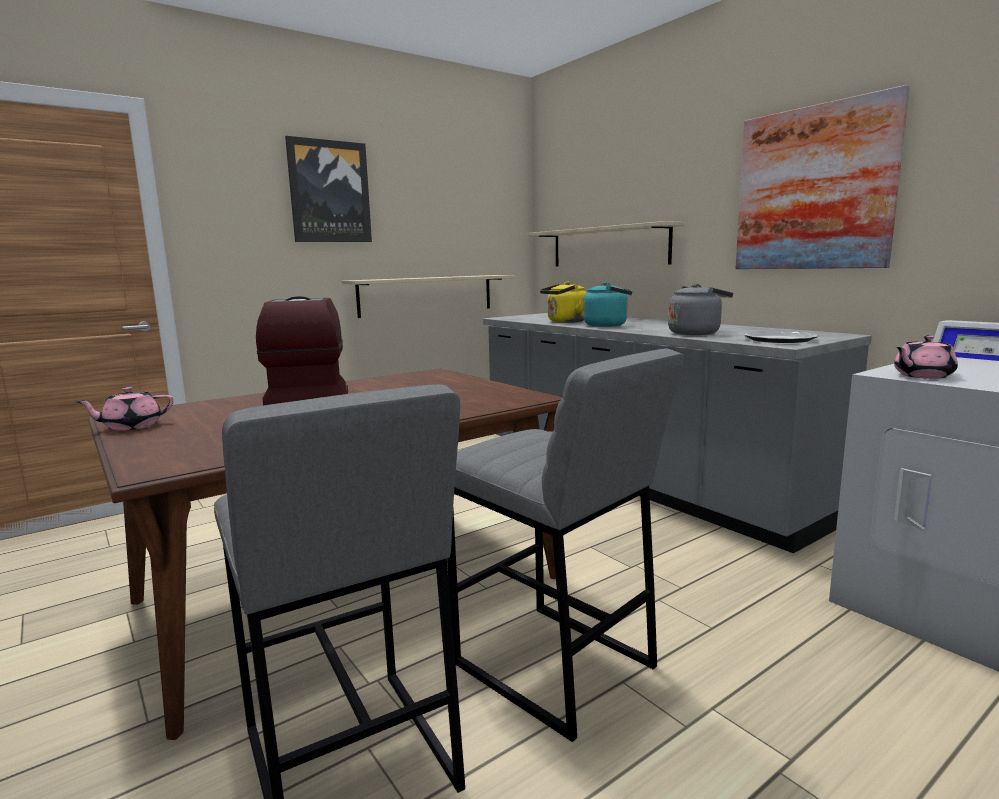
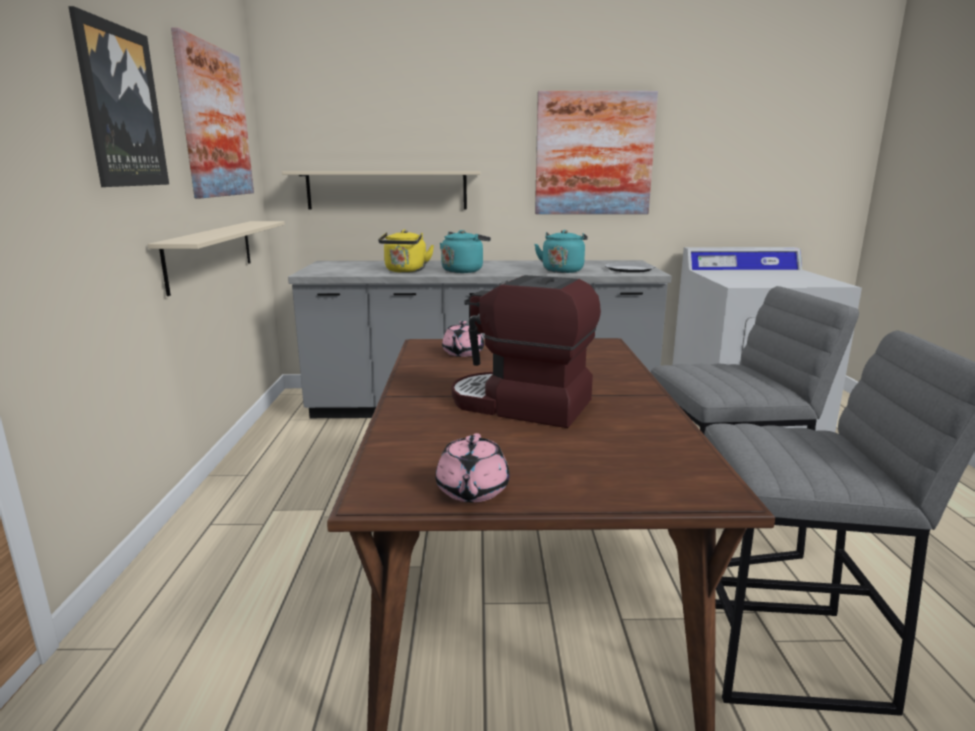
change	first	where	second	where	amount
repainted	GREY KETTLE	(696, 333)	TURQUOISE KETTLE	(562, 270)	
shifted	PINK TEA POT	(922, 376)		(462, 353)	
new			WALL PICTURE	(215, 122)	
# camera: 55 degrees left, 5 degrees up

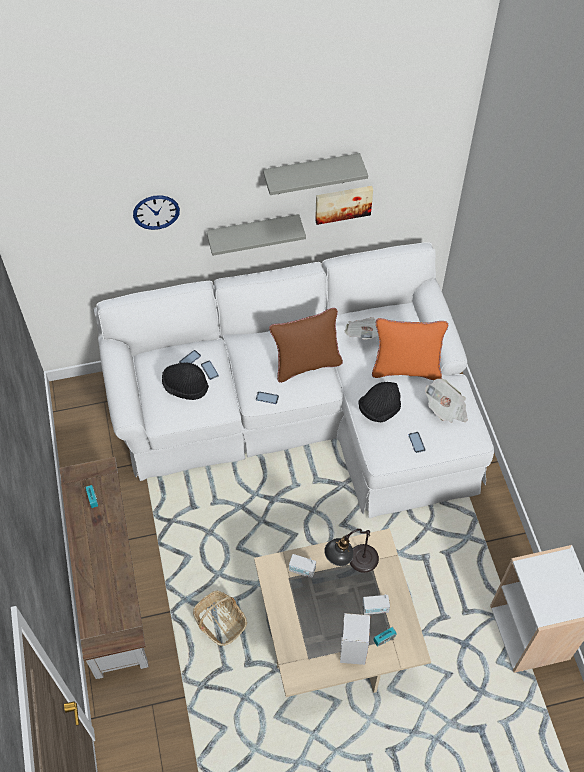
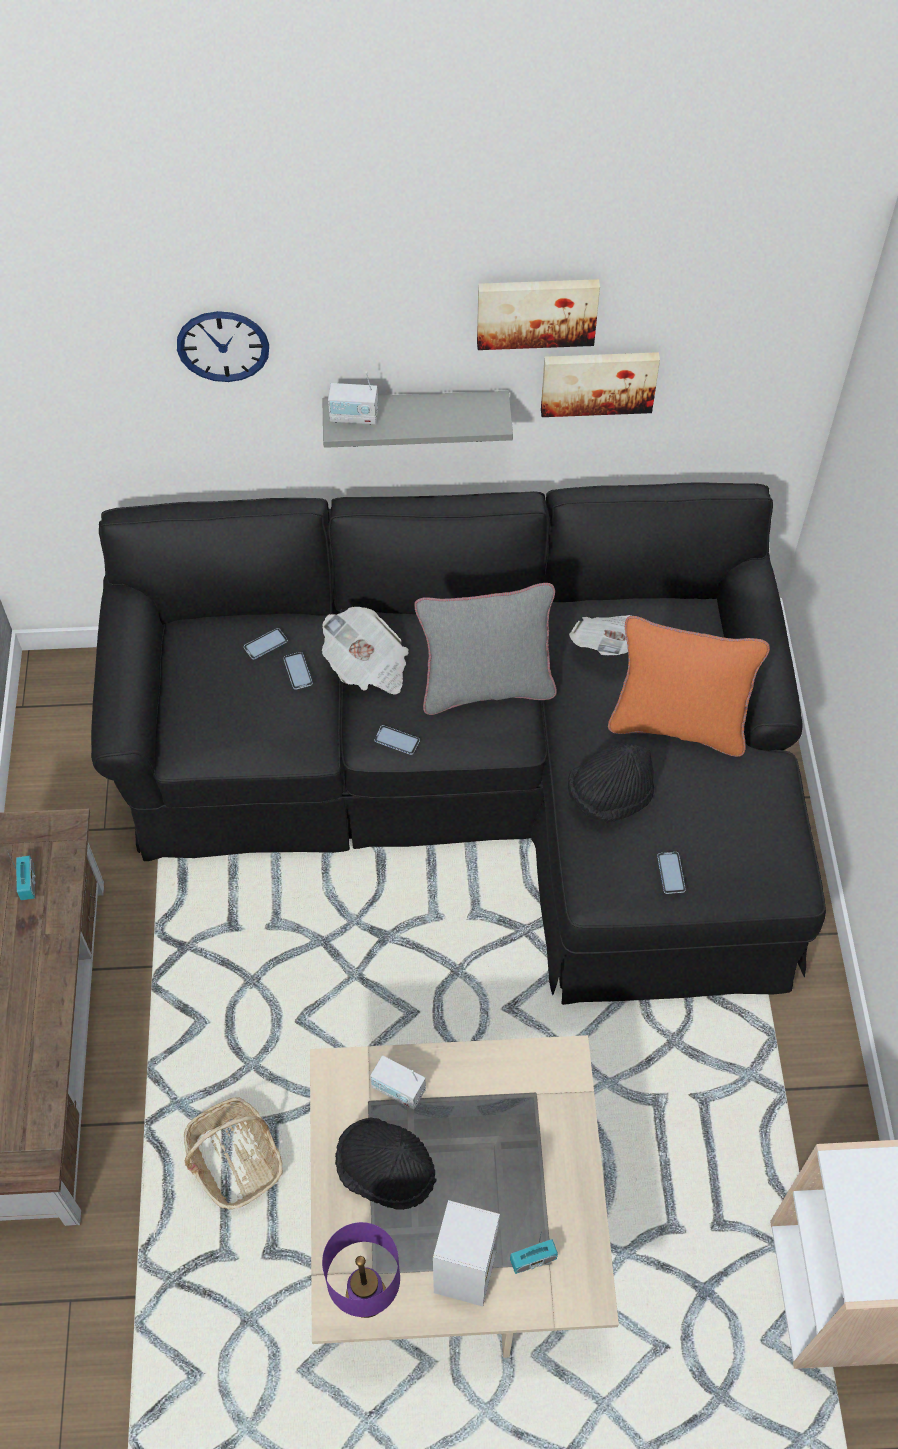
change	first	where	second	where	amount
repainted	WHITISH COUCH	(306, 409)	BLACKISH COUCH	(485, 774)	
shifted	BLACKISH HAT	(185, 386)		(386, 1170)	
swapped	GREY SHELF	(311, 174)	WALL PICTURE	(536, 311)	
repainted	BROWN-COLOURED CUSHION	(306, 364)	GREY CUSHION	(486, 688)	
gone	GREY TABLE LAMP	(351, 564)			
shifted	RADIO	(375, 608)		(354, 417)	
shifted	NEWSPAPER	(446, 409)		(367, 666)	
new			PURPLE-COLOURED TABLE LAMP	(365, 1295)	
# camera: 10 degrees right, 0 degrees up

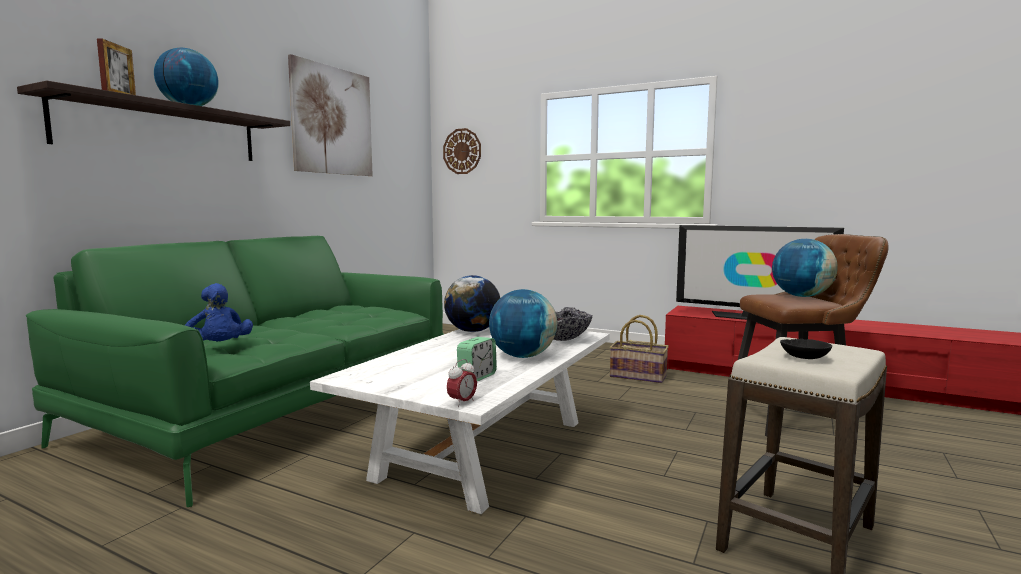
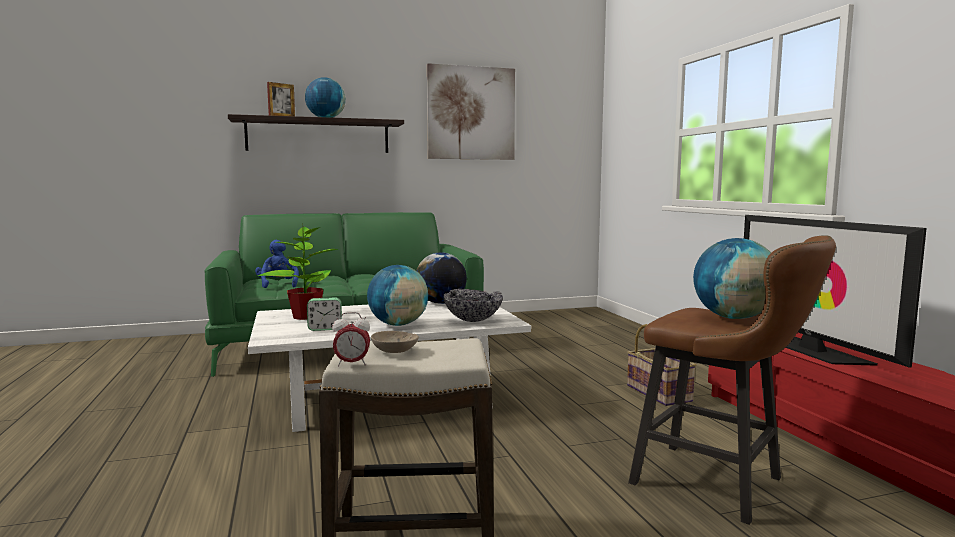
change	first	where	second	where	amount
rotated	BLUE-COLOURED PLUSH TOY	(220, 347)		(277, 285)	150 degrees clockwise
gone	CLOCK ON THE WALL	(462, 151)			
shifted	BEDSIDE CLOCK	(462, 402)		(352, 364)	
repainted	BLACKISH SERVING BOWL	(805, 357)	BEIGE SERVING BOWL	(393, 351)	
new			PLANT IN A POT	(305, 316)	
# camera: 45 degrees right, 0 degrees up

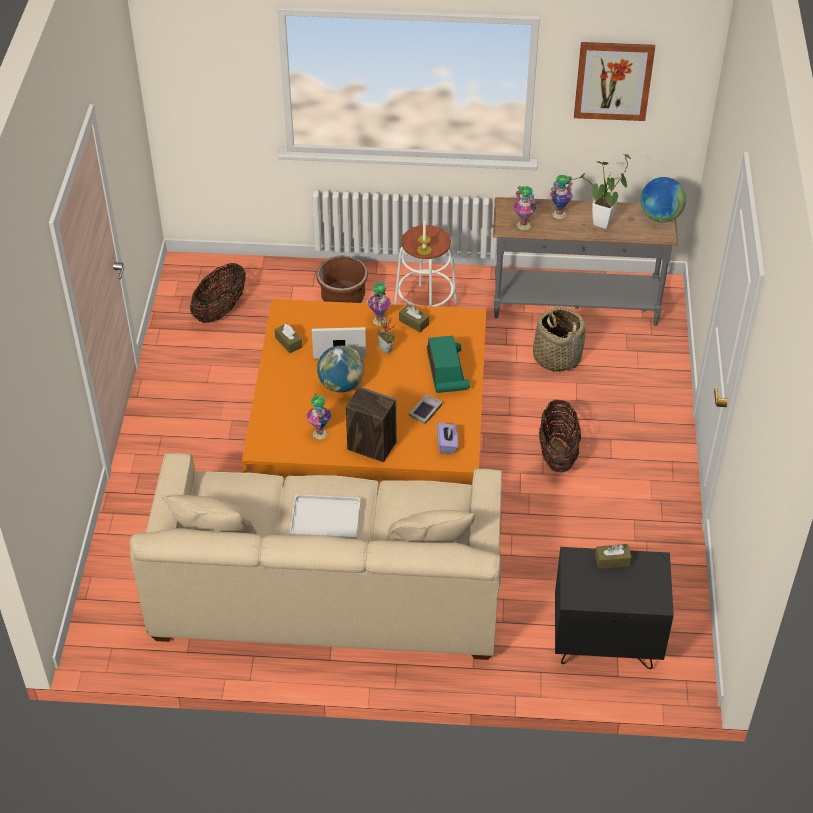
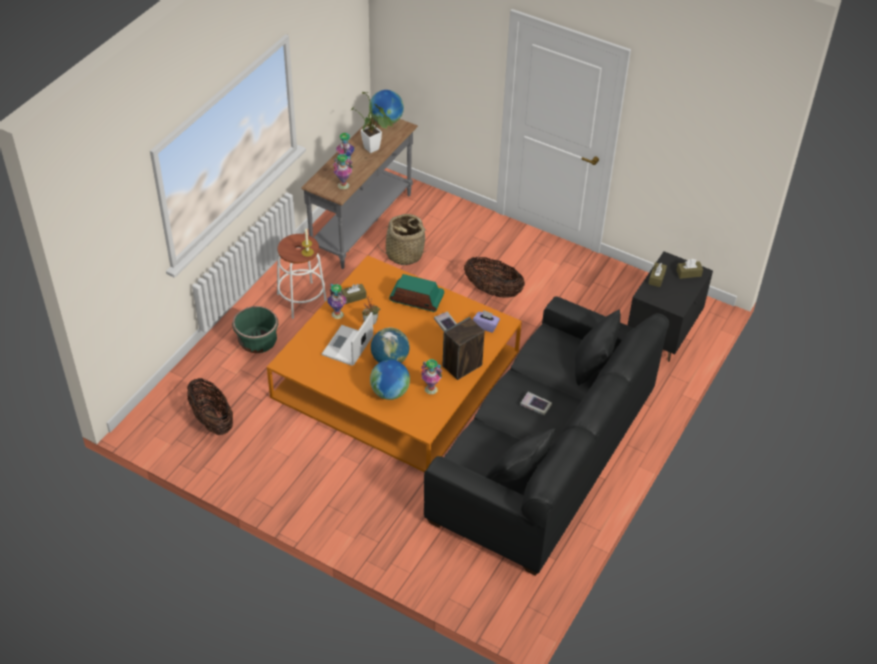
change	first	where	second	where	amount
repainted	BEIGE COUCH	(328, 588)	BLACKISH COUCH	(542, 457)	
shifted	BROWN-COLOURED TISSUE BOX	(288, 342)		(688, 273)	
swapped	WHITISH CARRYING TRAY	(327, 518)	BOUND BOOK	(535, 405)	
repainted	BROWN-COLOURED FLOWER POT	(343, 298)	GREENISH FLOWER POT	(257, 342)	
gone	WALL PICTURE	(613, 80)			
new			WORLD GLOBE	(390, 392)	
# camera: 65 degrees left, 0 degrees up

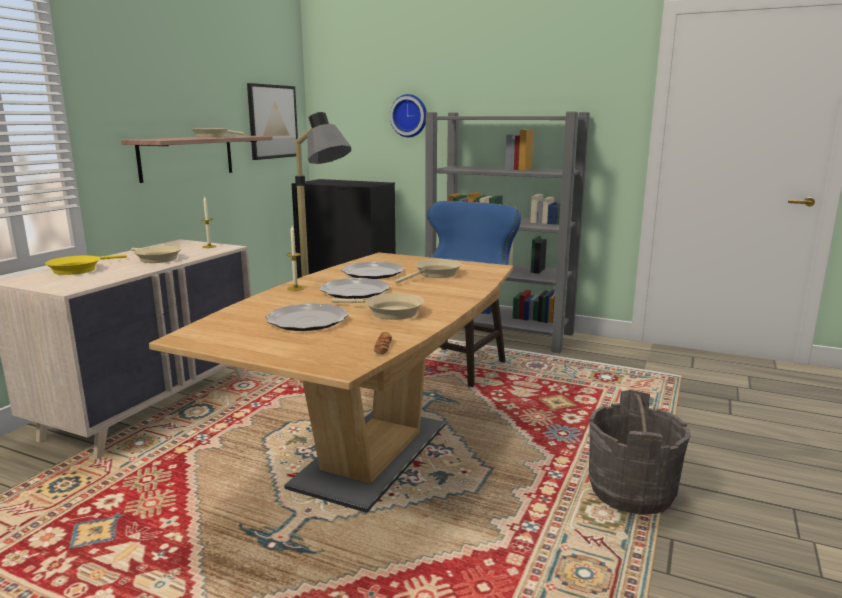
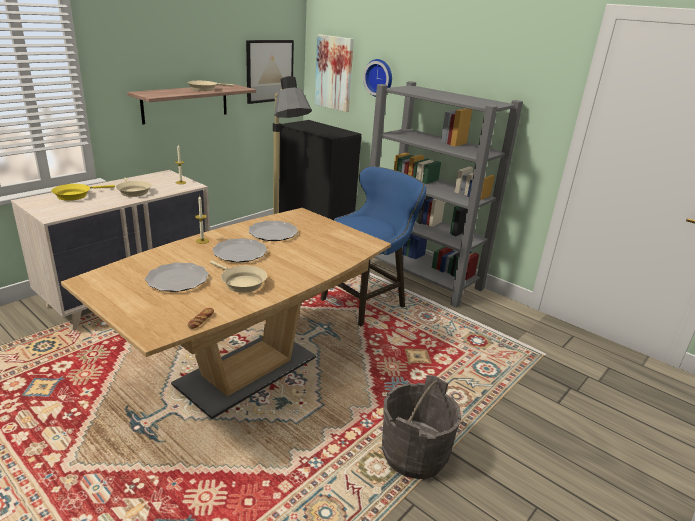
change	first	where	second	where	amount
gone	BEIGE SKILLET	(435, 274)			
new			WALL PICTURE	(334, 73)	
# camera: 15 degrees right, 10 degrees up

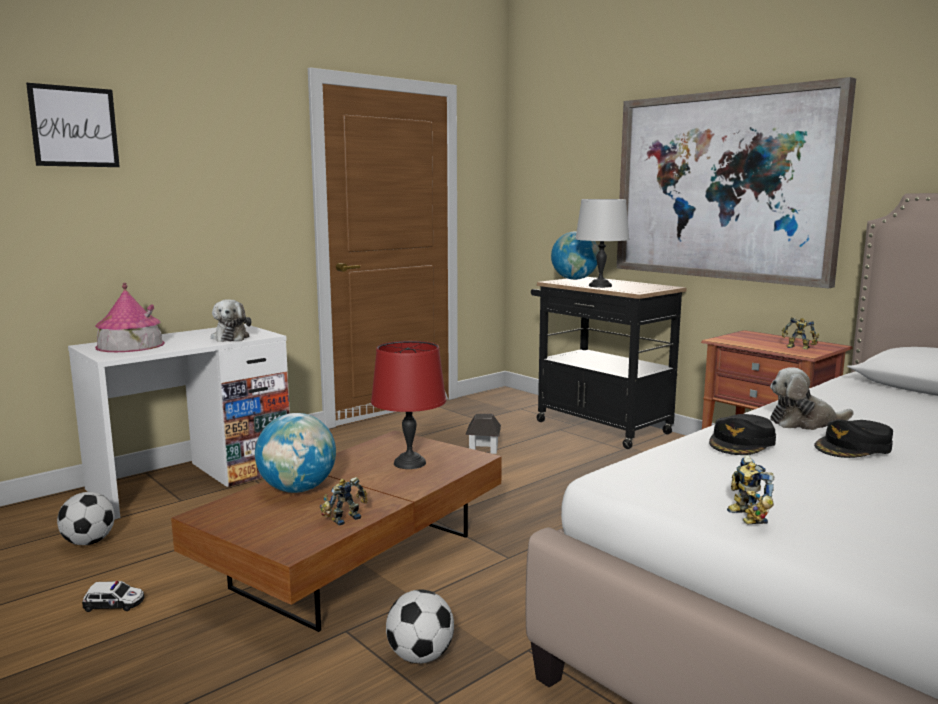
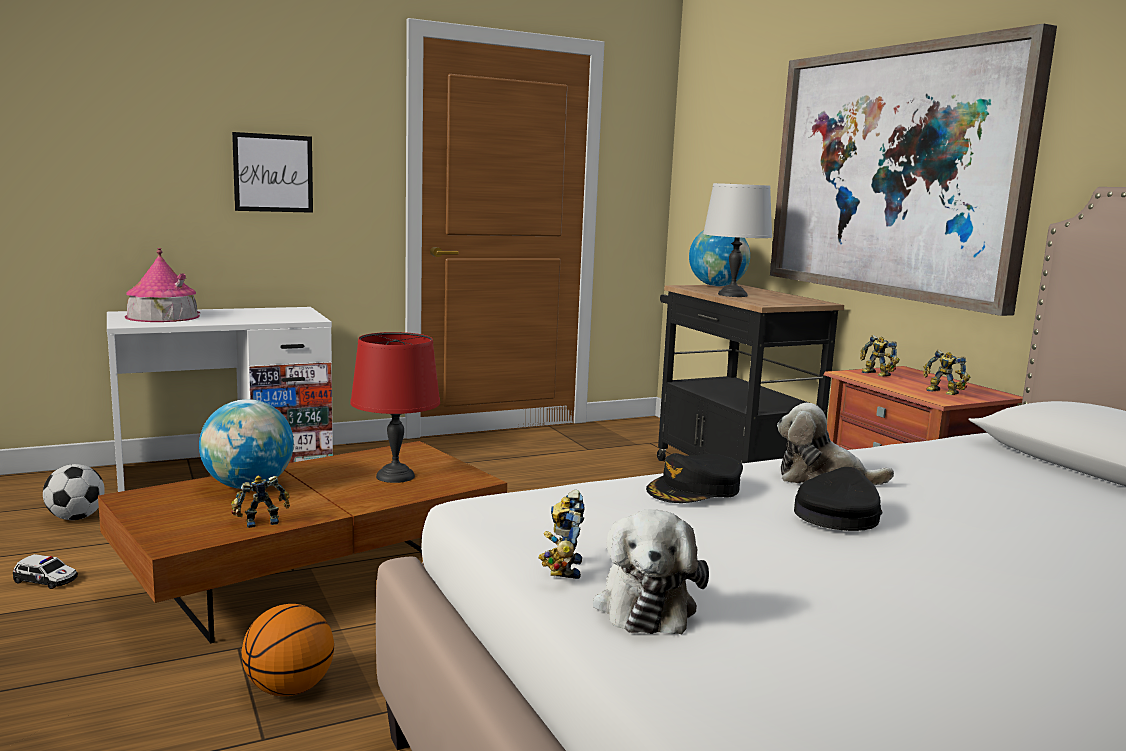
change	first	where	second	where	amount
shifted	WALL PICTURE	(74, 126)		(273, 173)	
shifted	PLUSH TOY	(231, 337)		(645, 605)	
swapped	FOOTBALL BALL	(420, 657)	BASKETBALL	(288, 689)	
gone	MINIATURE HOUSE	(483, 449)			
rotated	BLACKISH BASEBALL CAP	(854, 447)		(837, 514)	135 degrees clockwise
new			TOY ROBOT	(875, 374)	
# camera: 15 degrees right, 0 degrees up

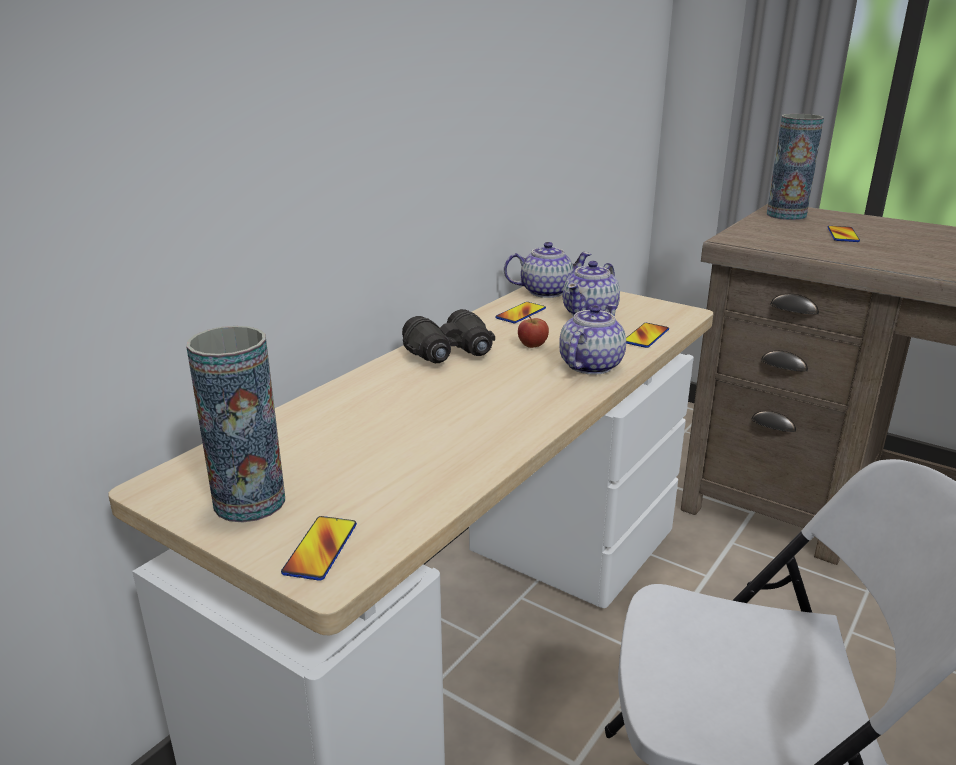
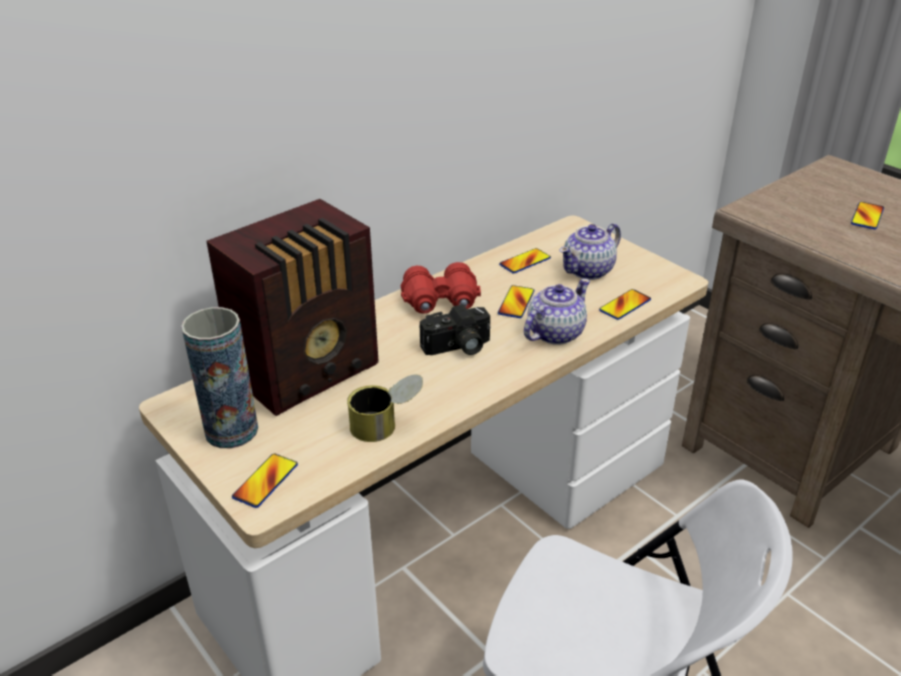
change	first	where	second	where	amount
repainted	BLACKISH PAIR OF BINOCULARS	(450, 354)	RED-COLOURED PAIR OF BINOCULARS	(441, 302)	
gone	TEA POT	(545, 292)			
swapped	WHOLE APPLE	(532, 346)	PHONE	(516, 303)	
gone	DECORATIVE VASE	(786, 215)			
new			RADIO	(310, 372)	
new			SEALED CAN	(387, 426)	
new			PHOTO CAMERA	(457, 347)	
# camera: 15 degrees right, 10 degrees up

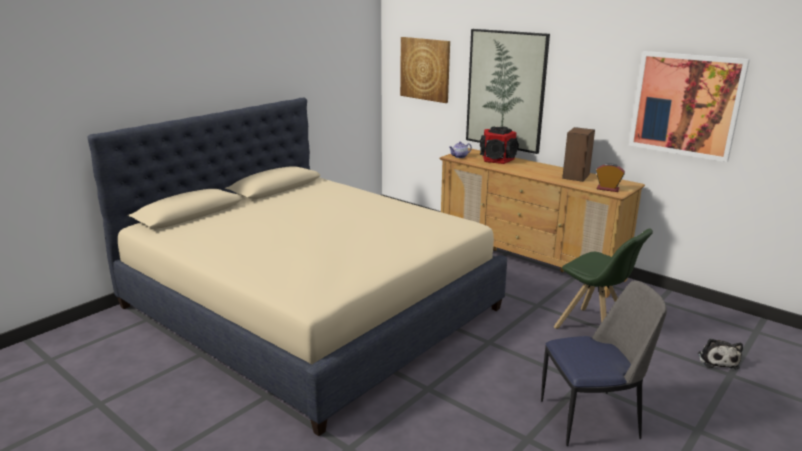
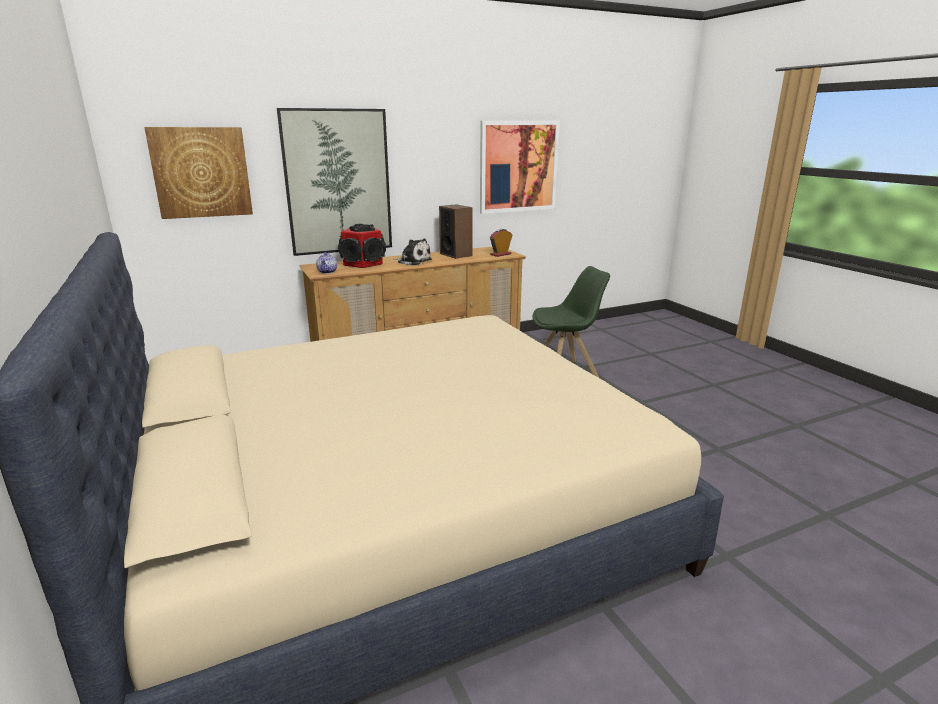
change	first	where	second	where	amount
gone	CHAIR	(592, 418)			
shifted	PLUSH TOY	(717, 360)		(413, 261)	
# camera: 65 degrees left, 0 degrees up

